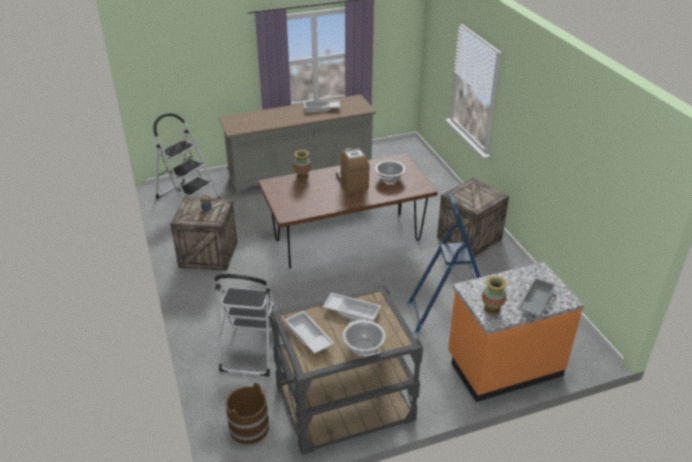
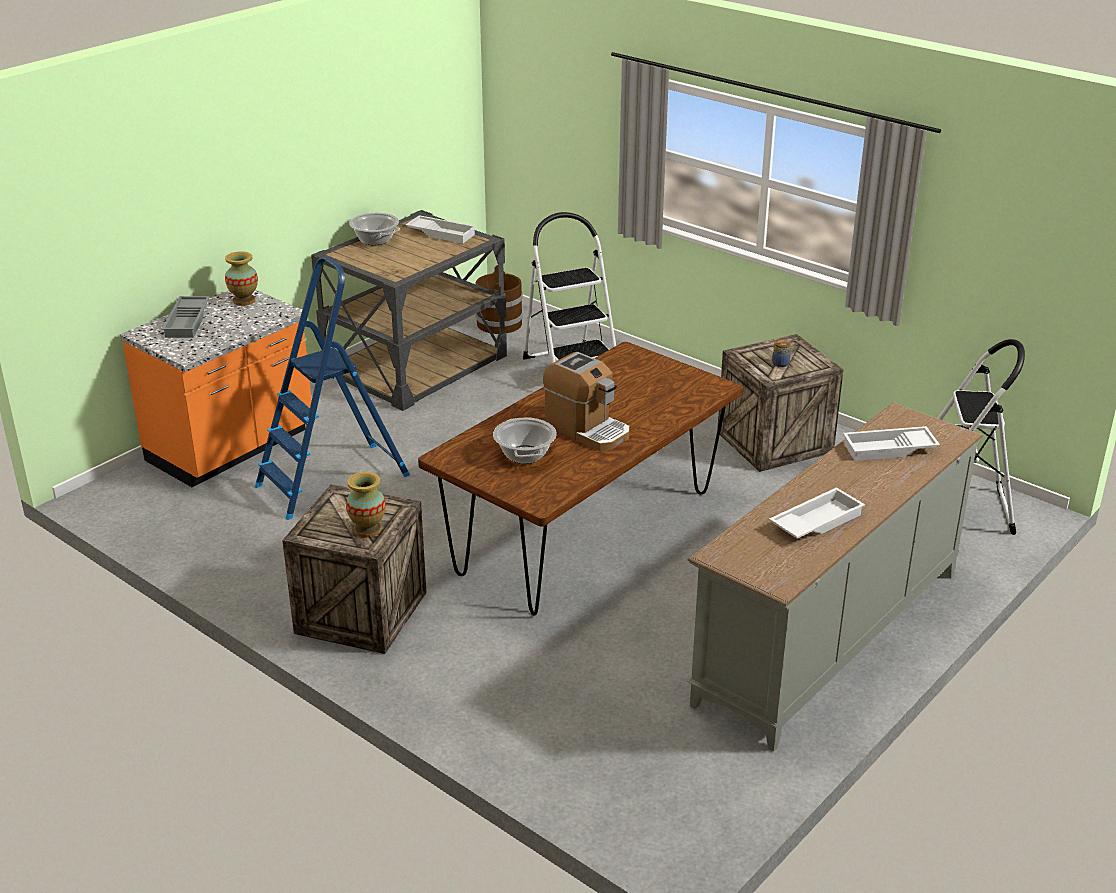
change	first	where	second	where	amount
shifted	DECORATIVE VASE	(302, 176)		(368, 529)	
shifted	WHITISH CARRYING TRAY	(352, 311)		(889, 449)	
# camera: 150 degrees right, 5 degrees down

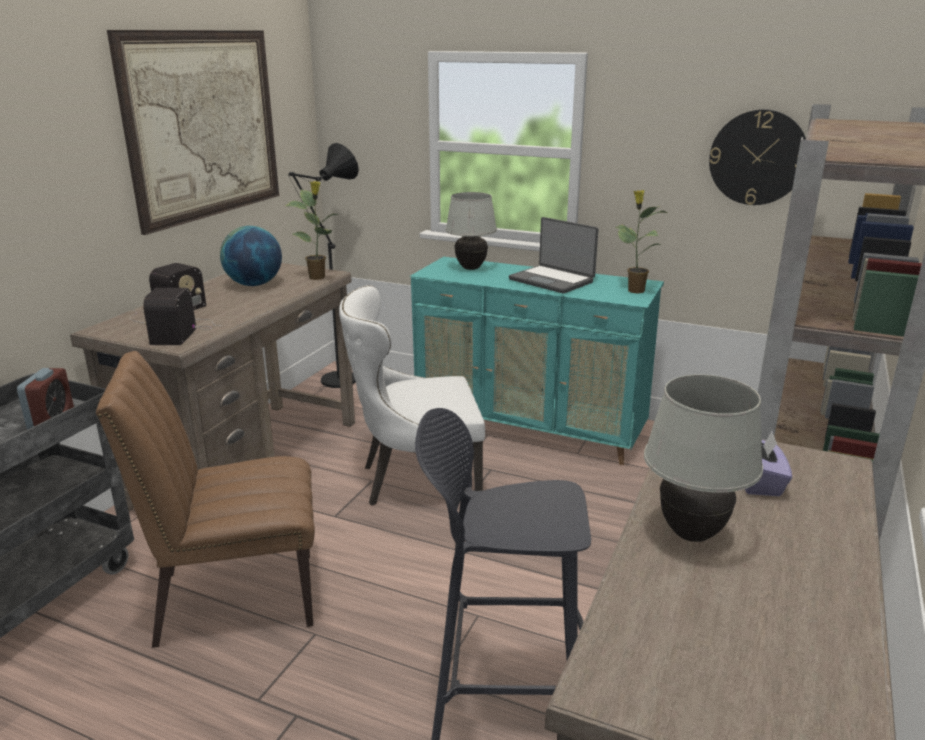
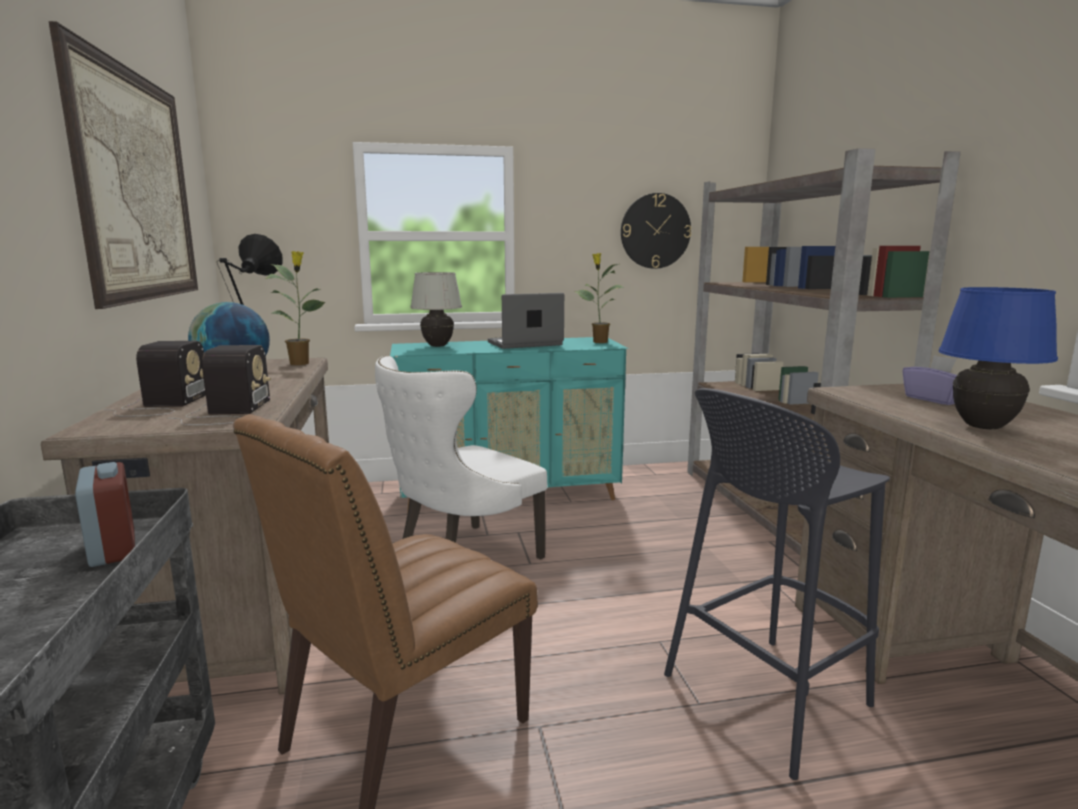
change	first	where	second	where	amount
rotated	RADIO	(183, 331)		(226, 412)	150 degrees counterclockwise
rotated	PORTABLE COMPUTER	(552, 280)		(525, 344)	150 degrees clockwise
repainted	WHITISH TABLE LAMP	(691, 534)	BLUE-COLOURED TABLE LAMP	(983, 427)	
# camera: 35 degrees left, 10 degrees down

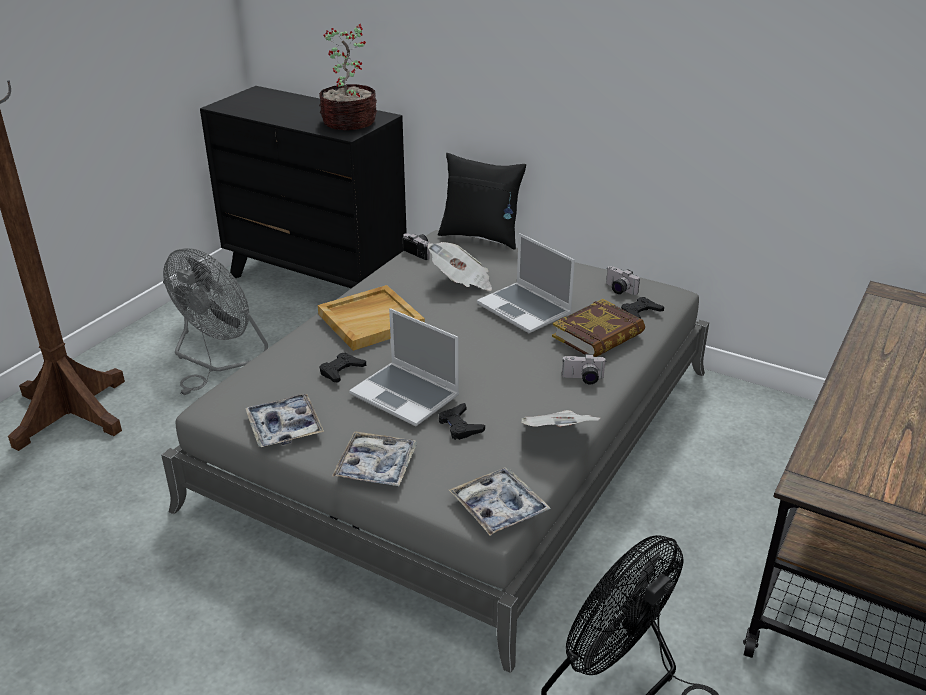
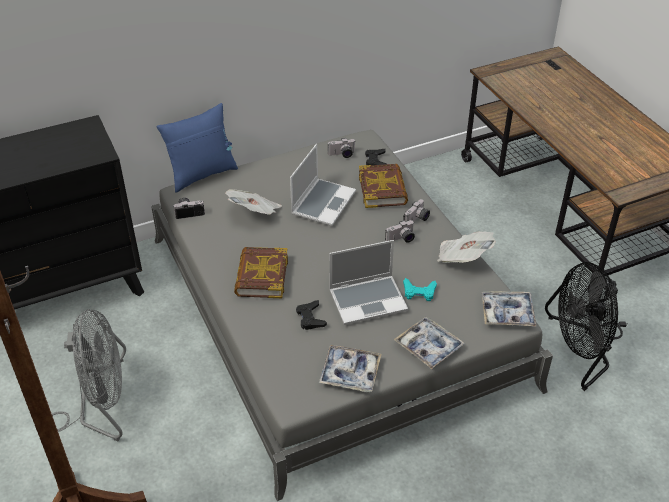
change	first	where	second	where	amount
rotated	GREY FAN	(210, 358)		(98, 404)	105 degrees clockwise
swapped	BEIGE CARRYING TRAY	(371, 320)	BOUND BOOK	(261, 276)	
gone	PLANT IN A POT	(349, 122)			
repainted	BLACKISH CUSHION	(480, 237)	BLUE-COLOURED CUSHION	(202, 175)	
repainted	BLACKISH GAME CONTROLLER	(460, 426)	TURQUOISE GAME CONTROLLER	(419, 292)	
rotated	PORTABLE COMPUTER	(525, 309)		(323, 202)	60 degrees counterclockwise
new			PHOTO CAMERA	(401, 239)	
# camera: 55 degrees left, 10 degrees up

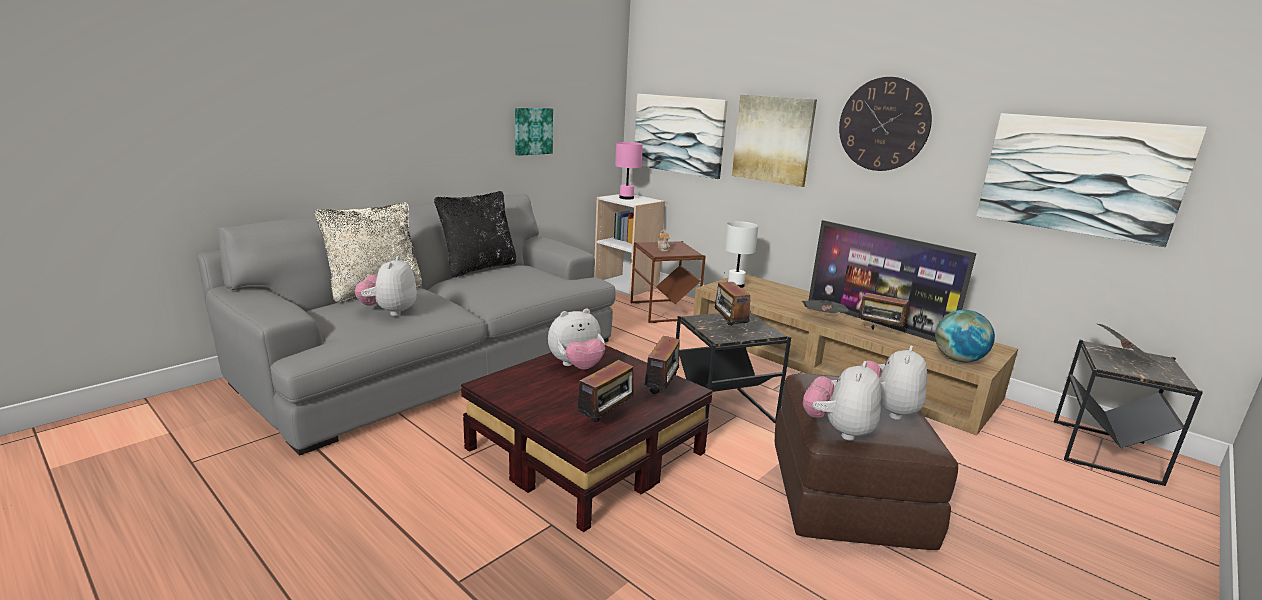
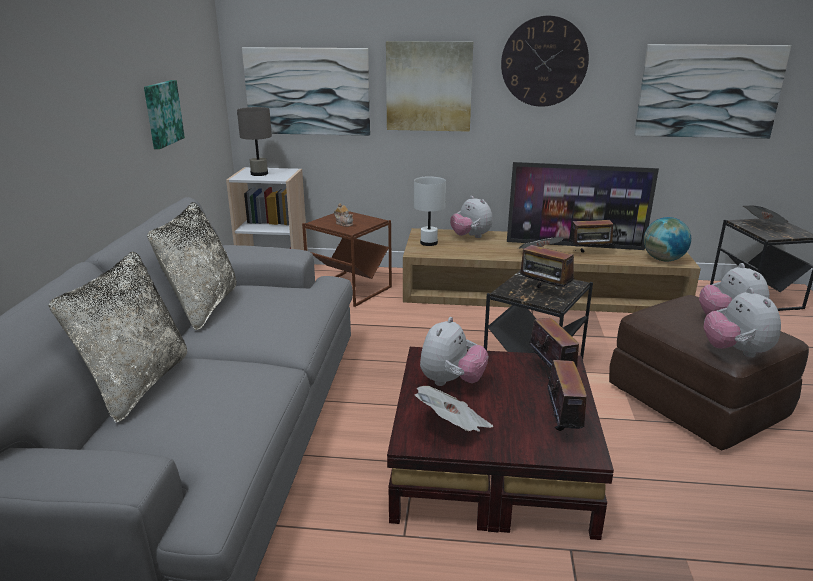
change	first	where	second	where	amount
shifted	PLUSH TOY	(389, 312)		(470, 237)	
repainted	BLACKISH CUSHION	(480, 269)	BEIGE CUSHION	(204, 308)	
repainted	PINK TABLE LAMP	(626, 198)	GREY TABLE LAMP	(259, 174)	
new			NEWSPAPER	(453, 426)	
# camera: 35 degrees left, 5 degrees up

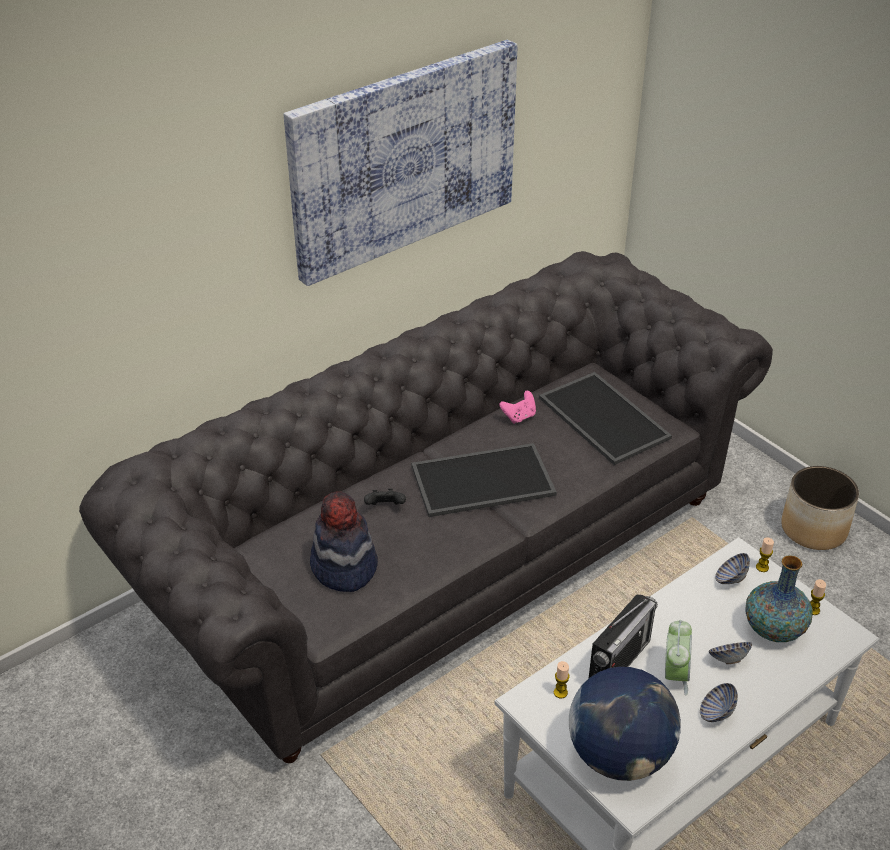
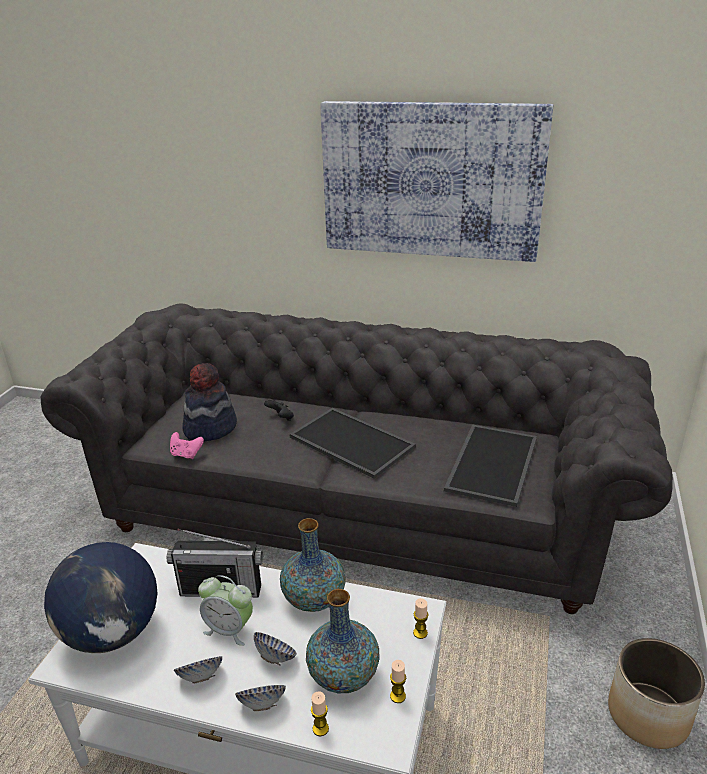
change	first	where	second	where	amount
shifted	PINK GAME CONTROLLER	(519, 417)		(186, 454)	
shifted	CANDLE	(560, 692)		(320, 728)	
rotated	BEDSIDE CLOCK	(675, 675)		(229, 629)	45 degrees clockwise
shifted	SERVING BOWL	(730, 579)		(262, 704)	
new			DECORATIVE VASE	(314, 598)	
# camera: 55 degrees right, 10 degrees down

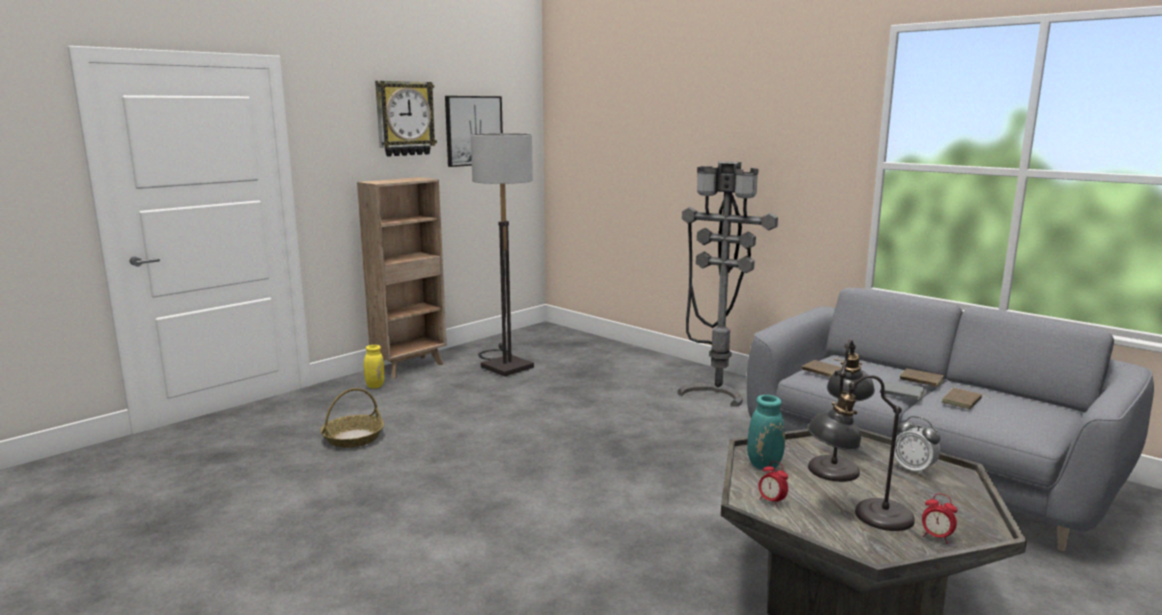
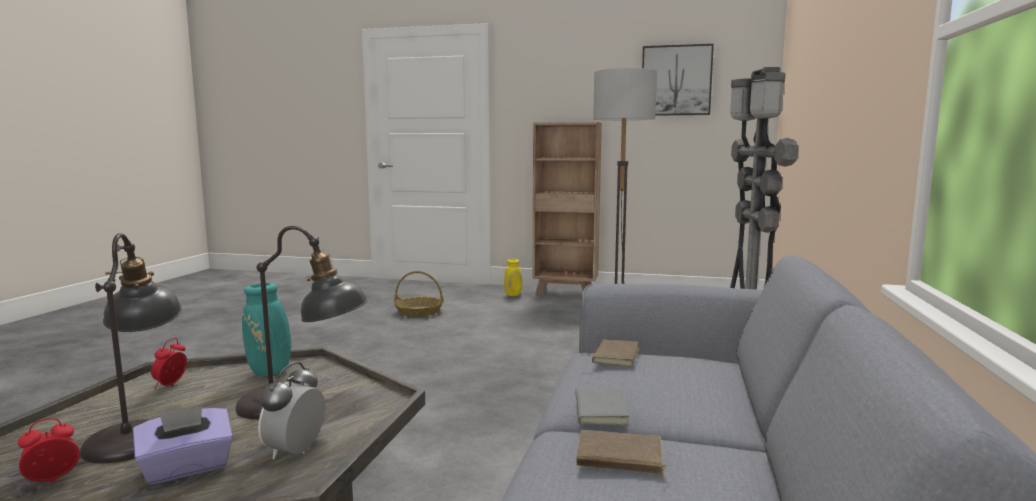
change	first	where	second	where	amount
gone	CLOCK ON THE WALL	(404, 118)			
gone	BROWN-COLOURED BOUND BOOK	(921, 380)			
rotated	BEDSIDE CLOCK	(936, 537)		(52, 481)	45 degrees clockwise
new			PURPLE-COLOURED TISSUE BOX	(187, 468)	
# camera: 60 degrees right, 5 degrees down

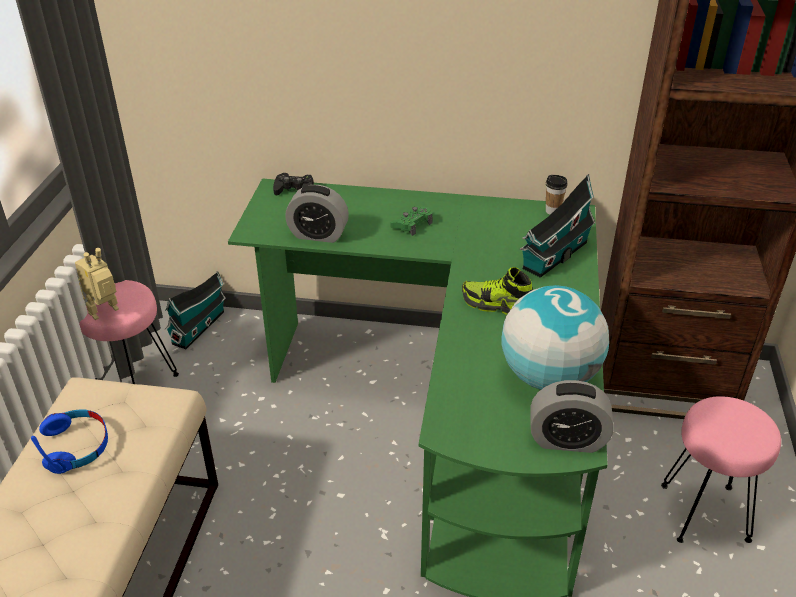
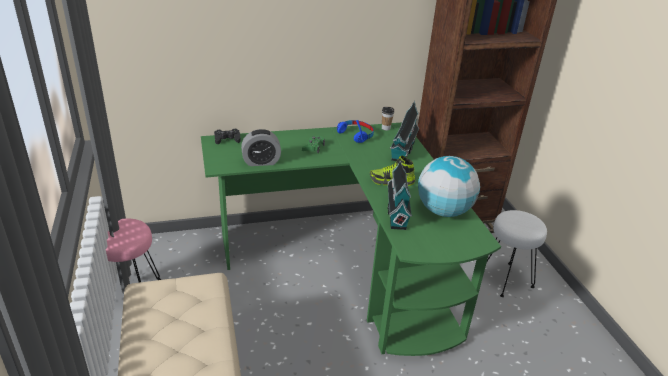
change	first	where	second	where	amount
shifted	BLUE-COLOURED HEADPHONES	(76, 446)		(356, 135)	
gone	TOY ROBOT	(106, 313)			
shifted	MINIATURE HOUSE	(200, 326)		(397, 210)	
gone	BEDSIDE CLOCK	(567, 440)			
repainted	PINK STOOL	(703, 512)	WHITISH STOOL	(504, 279)	
# camera: 25 degrees left, 5 degrees down

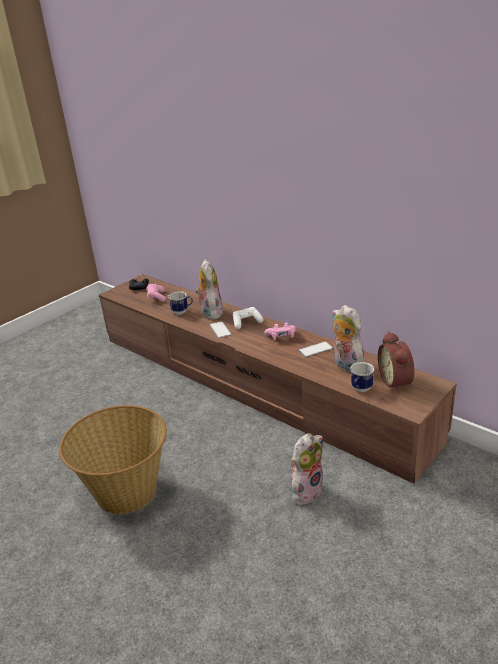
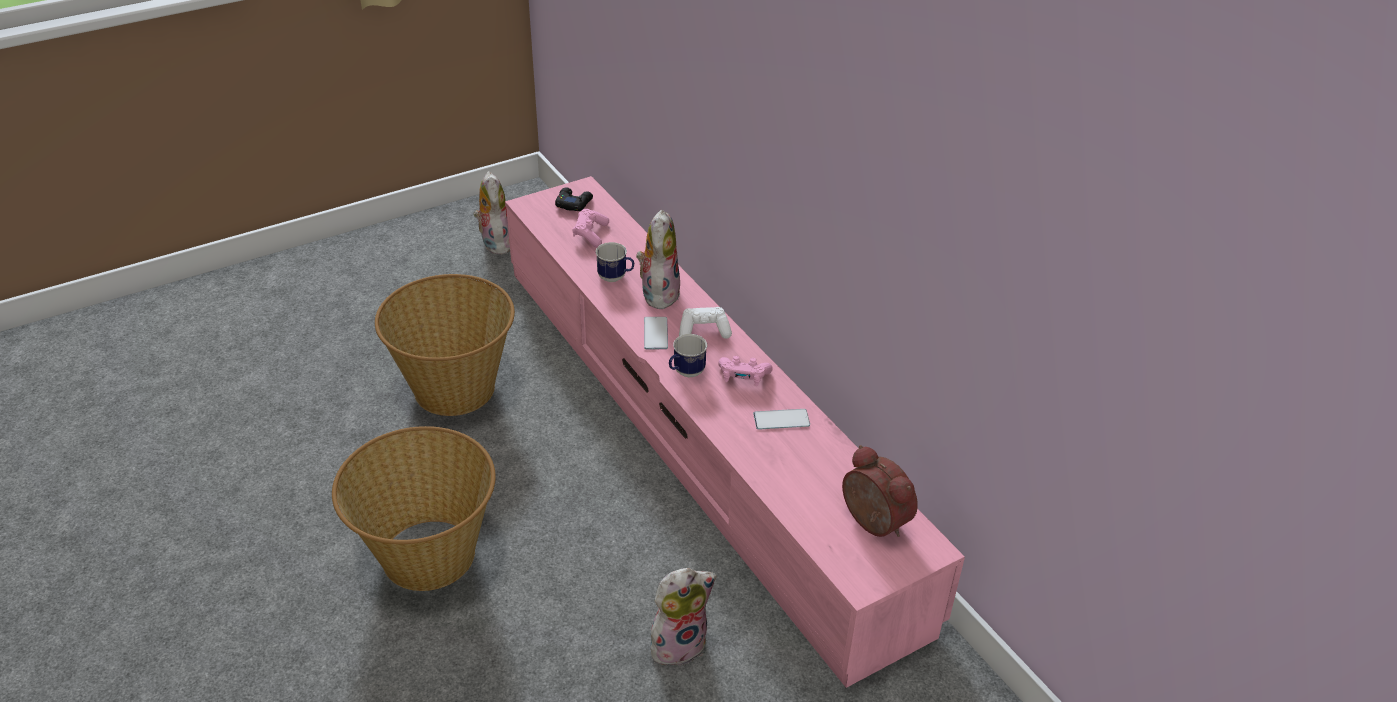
change	first	where	second	where	amount
repainted	BROWN-COLOURED TV UNIT	(253, 383)	PINK TV UNIT	(696, 428)	
shifted	PLUSH TOY	(346, 366)		(495, 242)	
shifted	TEA MUG	(360, 390)		(685, 373)	
rotated	BEDSIDE CLOCK	(397, 381)		(871, 523)	135 degrees clockwise
new			BASKET	(455, 387)	
# camera: 15 degrees right, 10 degrees up

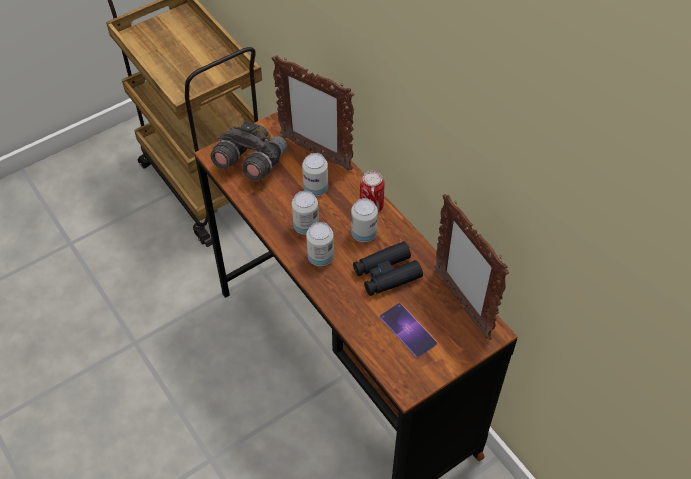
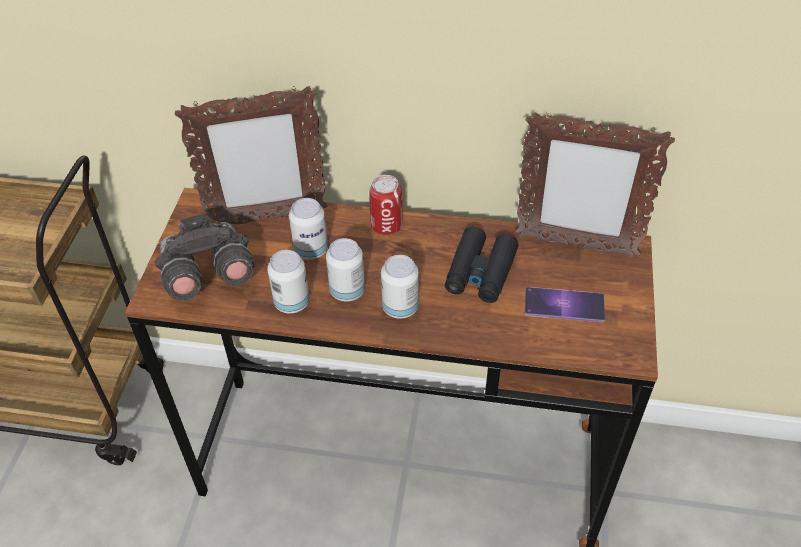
change	first	where	second	where	amount
shifted	SEALED CAN	(363, 234)		(292, 302)	
# camera: 45 degrees left, 5 degrees down

